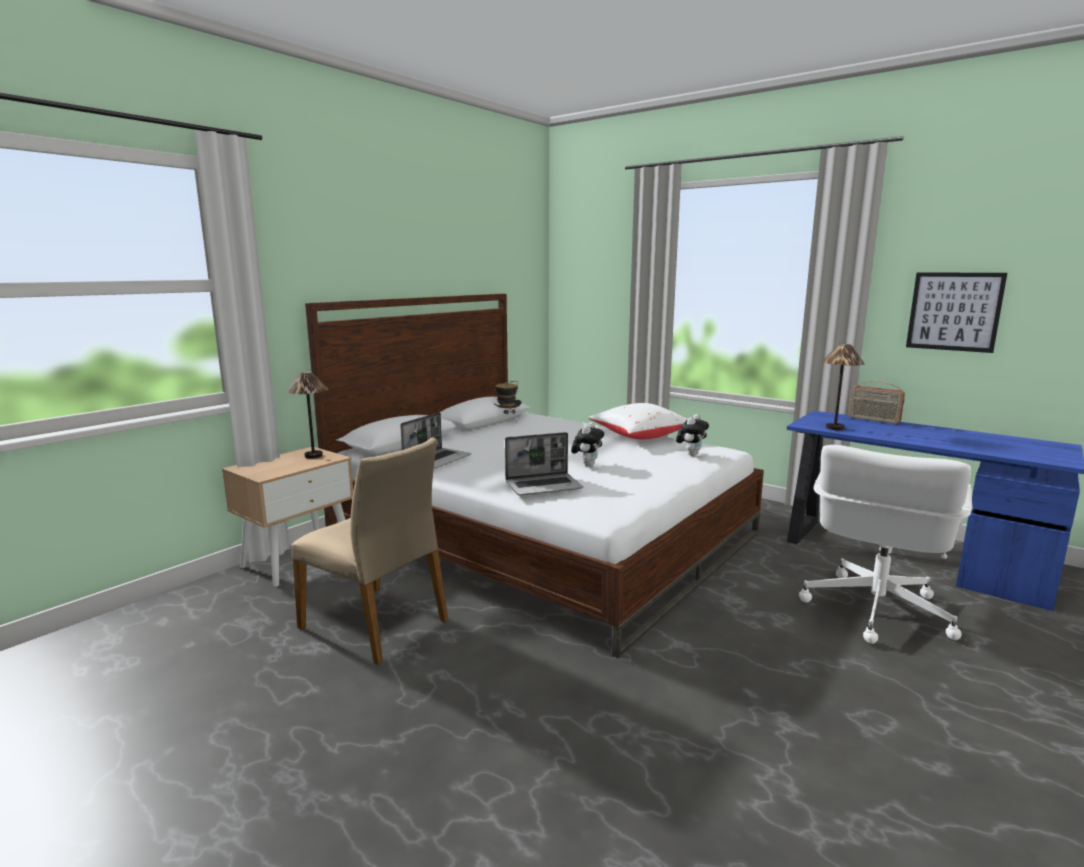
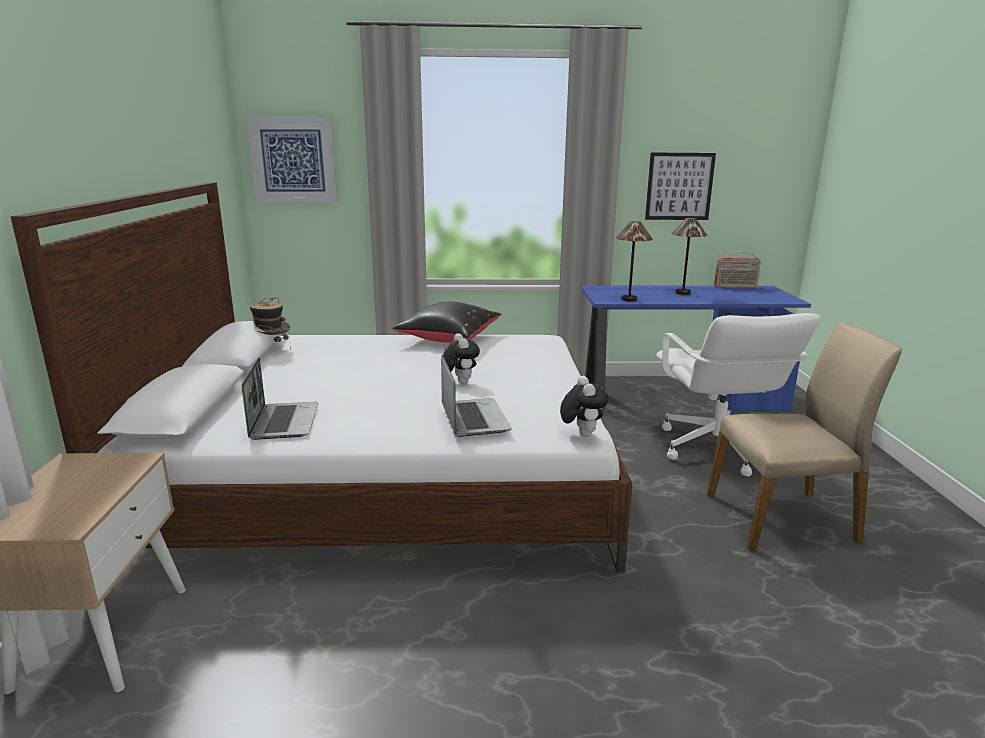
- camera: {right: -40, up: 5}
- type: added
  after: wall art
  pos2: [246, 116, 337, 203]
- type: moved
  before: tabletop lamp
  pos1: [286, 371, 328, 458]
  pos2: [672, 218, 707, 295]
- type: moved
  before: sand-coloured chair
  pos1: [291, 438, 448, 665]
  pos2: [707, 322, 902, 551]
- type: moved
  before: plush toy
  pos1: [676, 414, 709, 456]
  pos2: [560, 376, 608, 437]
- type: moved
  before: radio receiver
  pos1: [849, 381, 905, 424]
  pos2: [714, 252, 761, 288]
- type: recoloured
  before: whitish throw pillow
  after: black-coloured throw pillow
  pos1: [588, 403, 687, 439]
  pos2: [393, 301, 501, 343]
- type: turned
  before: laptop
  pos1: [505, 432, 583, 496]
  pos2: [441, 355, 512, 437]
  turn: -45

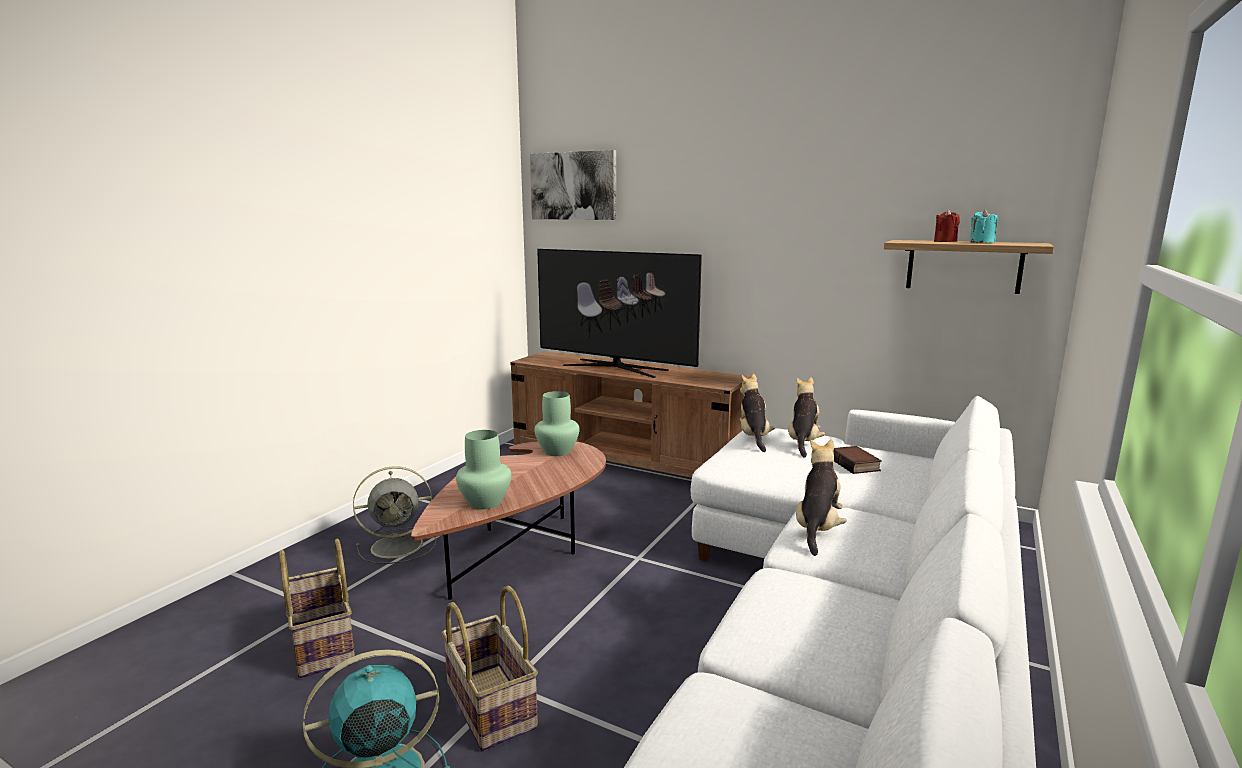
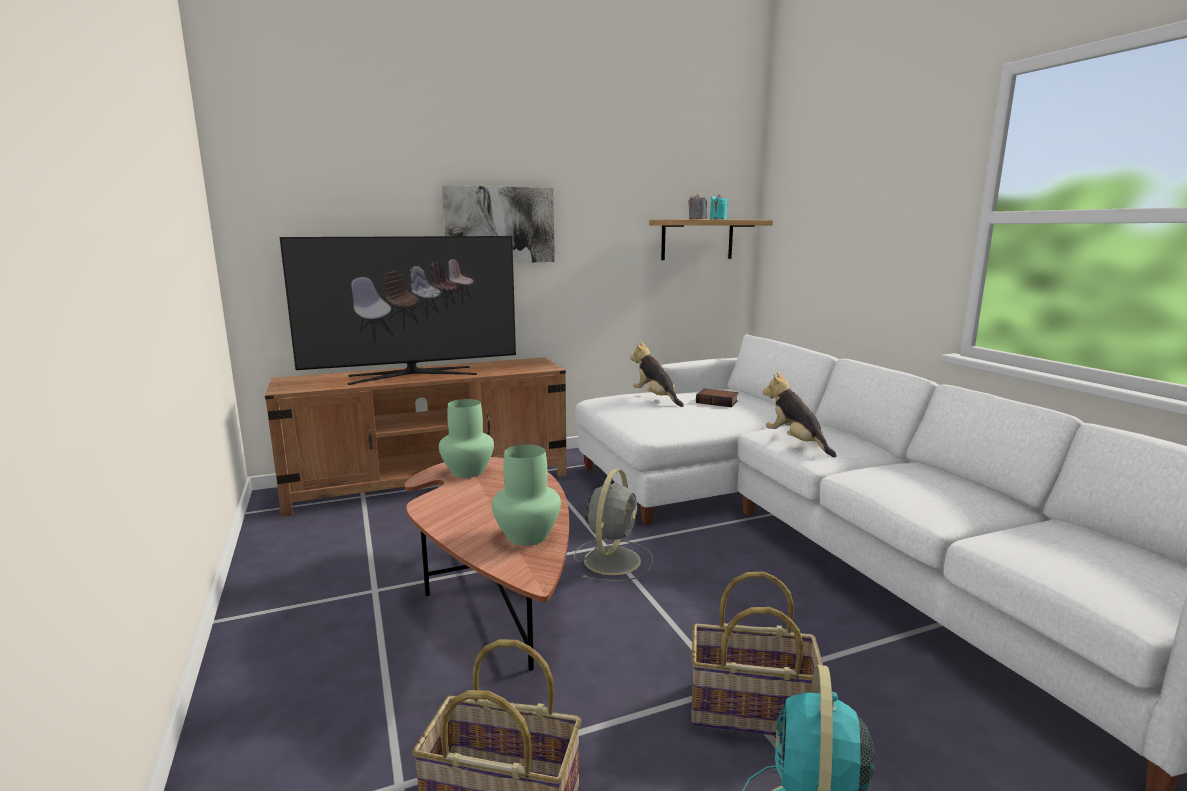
- camera: {right: -50, up: 0}
- type: removed
  before: plush toy
  pos1: [740, 374, 776, 452]
- type: moved
  before: grey cooling fan
  pos1: [353, 466, 436, 564]
  pos2: [574, 469, 653, 581]
- type: moved
  before: wall art
  pos1: [530, 150, 616, 220]
  pos2: [442, 185, 555, 263]
- type: recoloured
  before: red-coloured wax candle
  after: grey wax candle
  pos1: [934, 210, 960, 242]
  pos2: [688, 194, 707, 219]

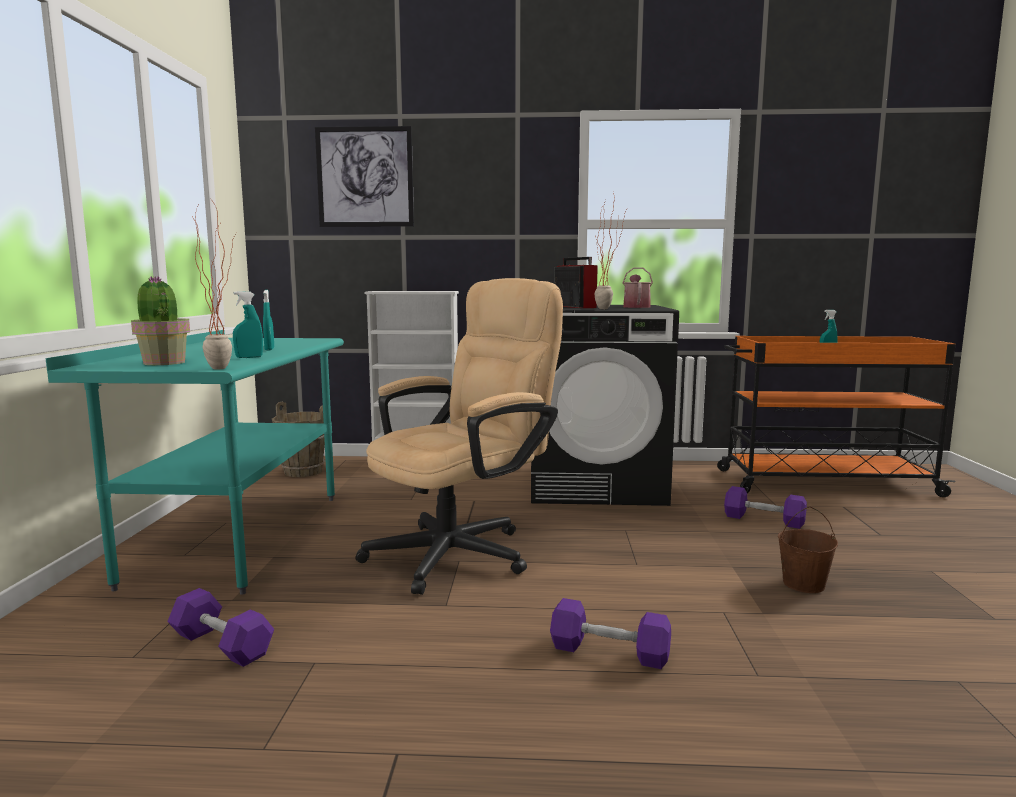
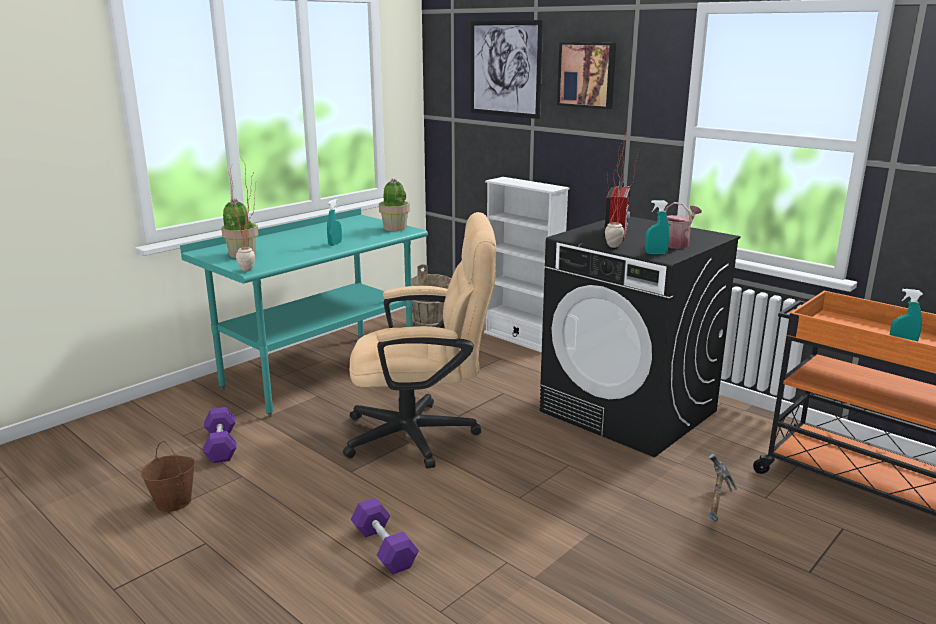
- camera: {right: 40, up: 10}
- type: added
  after: potted plant
  pos2: [379, 178, 410, 231]
- type: added
  after: wall art
  pos2: [557, 42, 616, 109]
- type: moved
  before: turquoise-coloured sprayer
  pos1: [233, 291, 263, 358]
  pos2: [645, 200, 670, 254]
- type: moved
  before: brown-coloured pail
  pos1: [778, 506, 838, 593]
  pos2: [141, 441, 195, 512]
- type: replaced
  before: purple free weight
  after: tool hammer
  pos1: [724, 486, 807, 529]
  pos2: [708, 454, 737, 522]

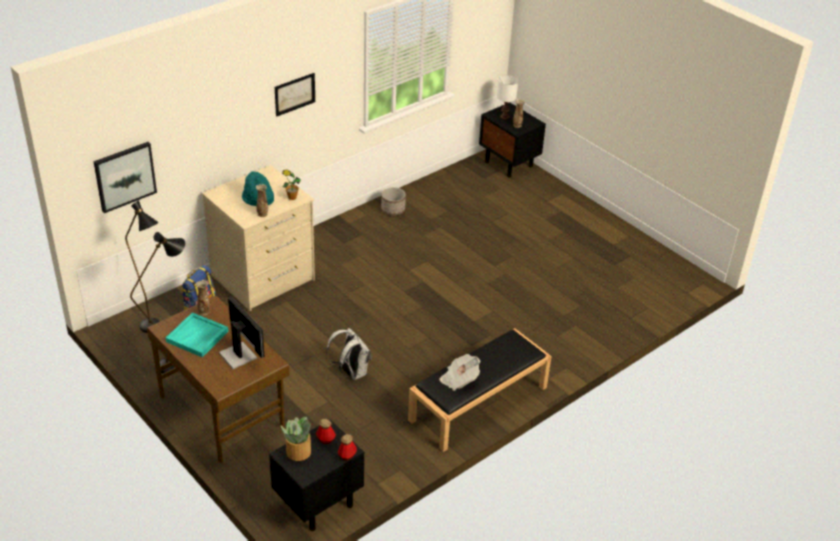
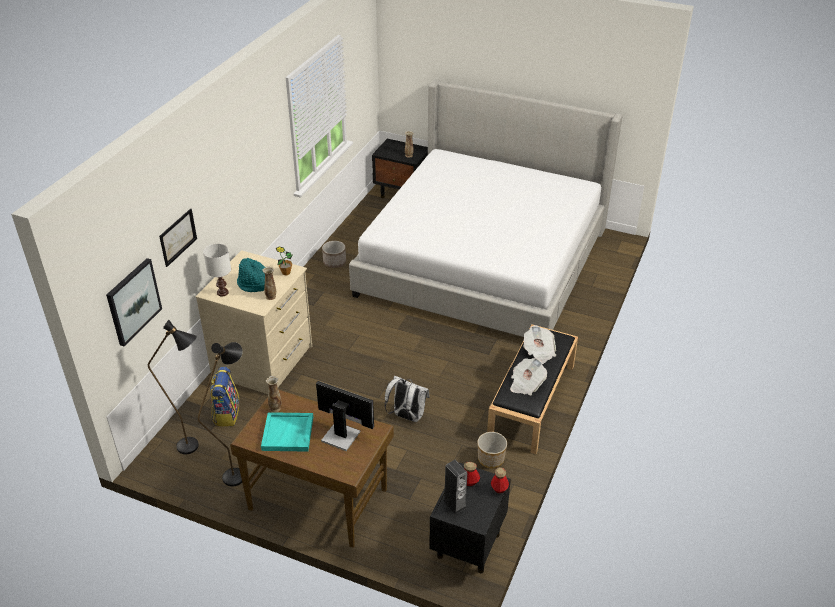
- camera: {right: -25, up: 0}
- type: added
  after: sleeping bed
  pos2: [349, 79, 623, 337]
- type: added
  after: plant pot
  pos2: [477, 432, 507, 469]
- type: added
  after: newspaper
  pos2: [524, 325, 556, 364]
- type: moved
  before: wall art
  pos1: [275, 73, 315, 116]
  pos2: [159, 209, 197, 267]
- type: moved
  before: whitish tabletop lamp
  pos1: [497, 75, 518, 120]
  pos2: [203, 244, 231, 296]
- type: replaced
  before: potted plant
  after: loudspeaker
  pos1: [280, 417, 311, 461]
  pos2: [443, 460, 467, 515]

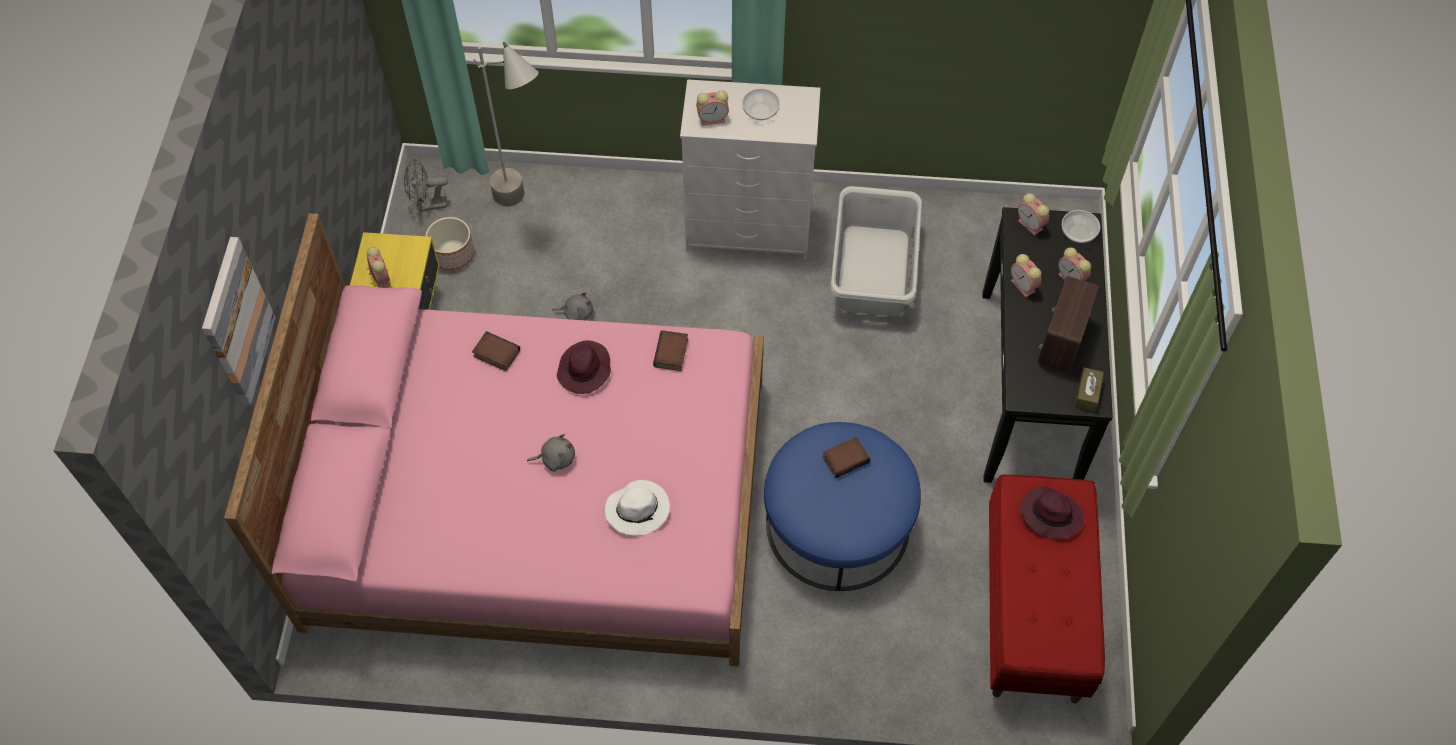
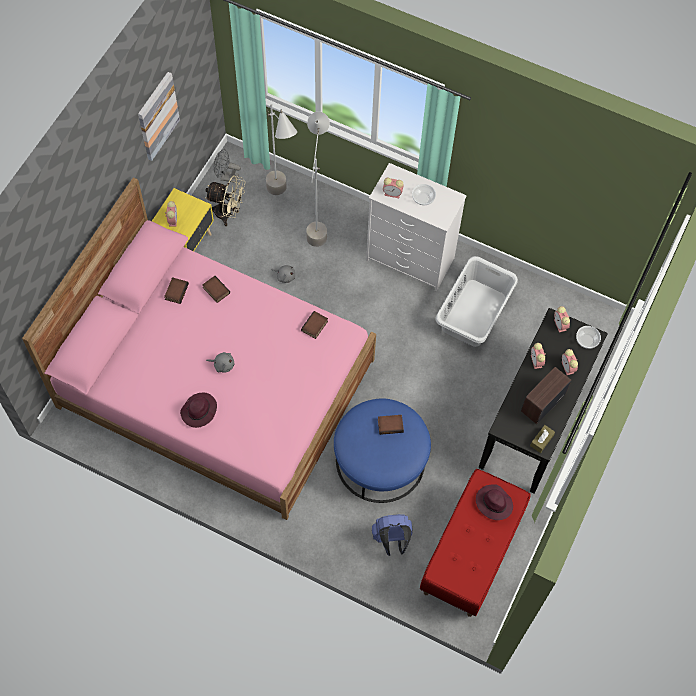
- camera: {right: 20, up: 5}
- type: removed
  before: whitish wearable hat
  pos1: [605, 480, 670, 536]
- type: added
  after: volume
  pos2: [164, 277, 189, 304]
- type: added
  after: grey floor lamp
  pos2: [306, 112, 330, 247]
- type: added
  after: blue knapsack
  pos2: [372, 514, 413, 556]
- type: moved
  before: wall art
  pos1: [202, 237, 276, 405]
  pos2: [138, 72, 180, 161]
- type: moved
  before: purple wearable hat
  pos1: [557, 341, 611, 394]
  pos2: [180, 393, 217, 428]
- type: replaced
  before: plant pot
  after: sand-coloured cooling fan
  pos1: [426, 217, 474, 271]
  pos2: [205, 175, 245, 226]

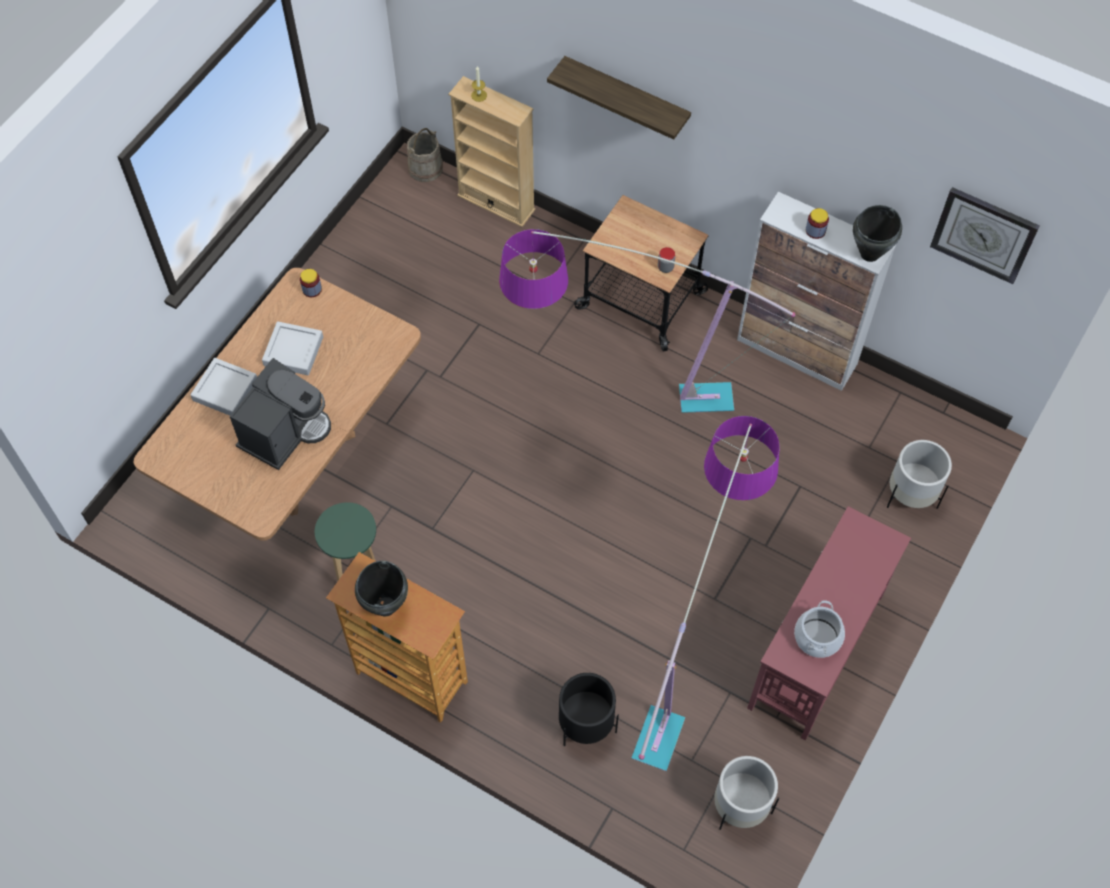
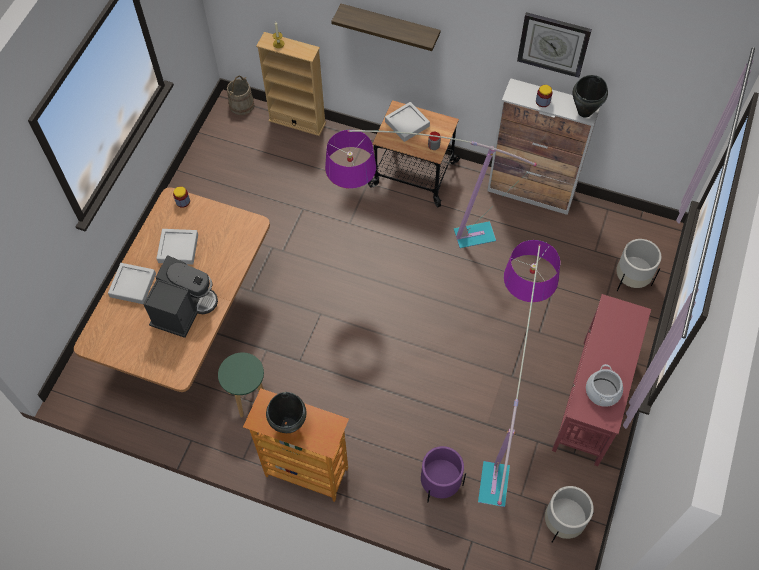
- camera: {right: -10, up: 0}
- type: added
  after: grey tray
  pos2: [385, 102, 430, 142]
- type: moved
  before: wall clock
  pos1: [930, 187, 1040, 284]
  pos2: [517, 12, 592, 78]
- type: recoloured
  before: black-coloured plant pot
  after: purple plant pot
  pos1: [559, 673, 619, 746]
  pos2: [421, 446, 466, 502]

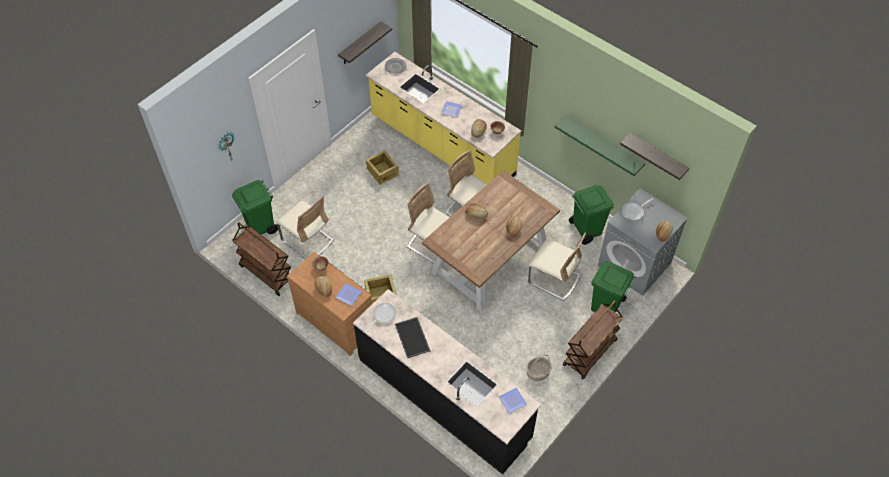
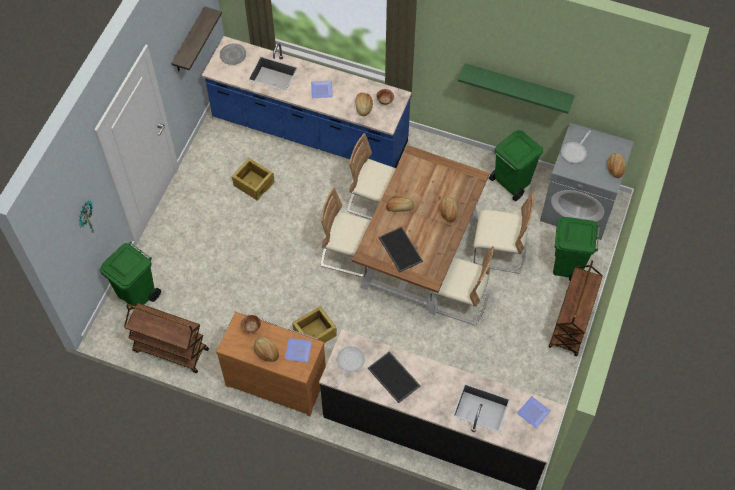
- camera: {right: -20, up: 5}
- type: removed
  before: basket
  pos1: [527, 355, 552, 381]
- type: removed
  before: wall shelf
  pos1: [620, 133, 689, 180]
- type: added
  after: tray
  pos2: [379, 227, 423, 272]
- type: moved
  before: sand-coloured chair
  pos1: [276, 196, 334, 260]
  pos2: [430, 246, 494, 326]
- type: recoloured
  before: yellowish kitchen base unit
  after: blue kitchen base unit
  pos1: [366, 52, 521, 184]
  pos2: [202, 36, 412, 168]

